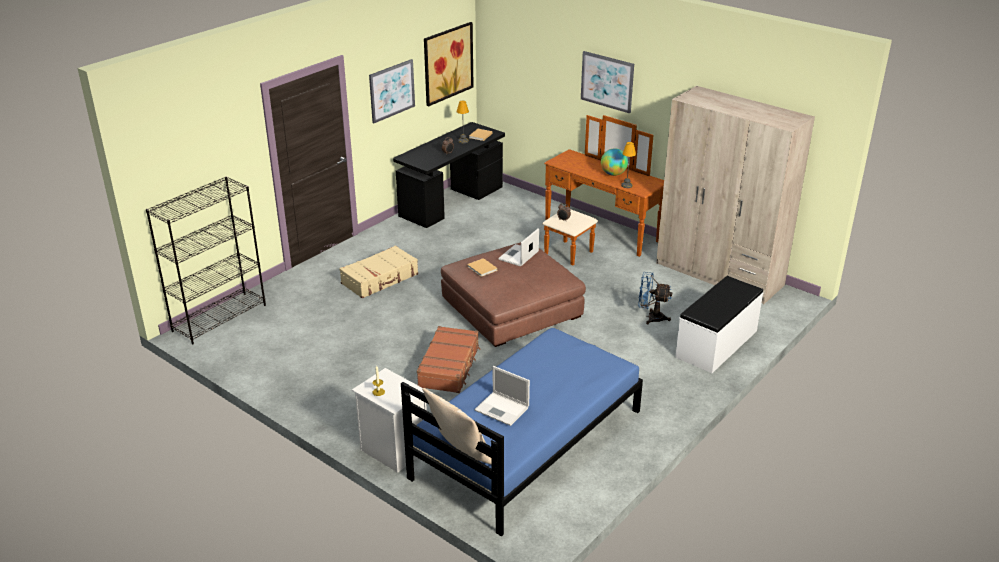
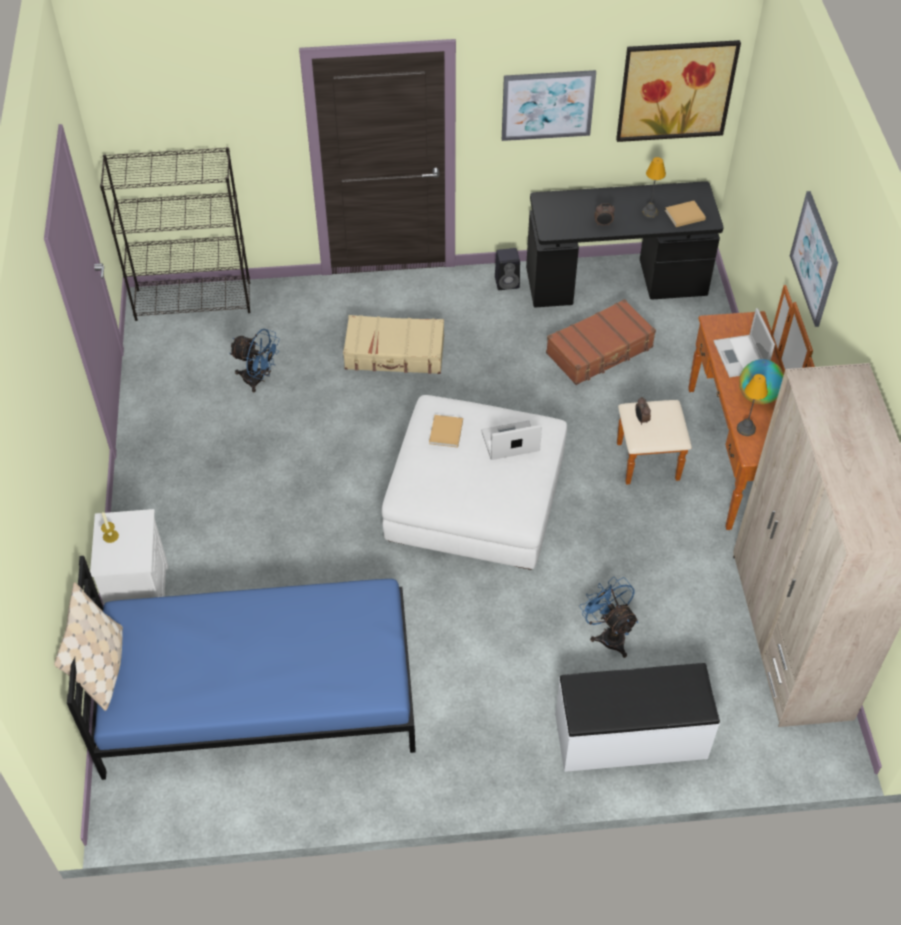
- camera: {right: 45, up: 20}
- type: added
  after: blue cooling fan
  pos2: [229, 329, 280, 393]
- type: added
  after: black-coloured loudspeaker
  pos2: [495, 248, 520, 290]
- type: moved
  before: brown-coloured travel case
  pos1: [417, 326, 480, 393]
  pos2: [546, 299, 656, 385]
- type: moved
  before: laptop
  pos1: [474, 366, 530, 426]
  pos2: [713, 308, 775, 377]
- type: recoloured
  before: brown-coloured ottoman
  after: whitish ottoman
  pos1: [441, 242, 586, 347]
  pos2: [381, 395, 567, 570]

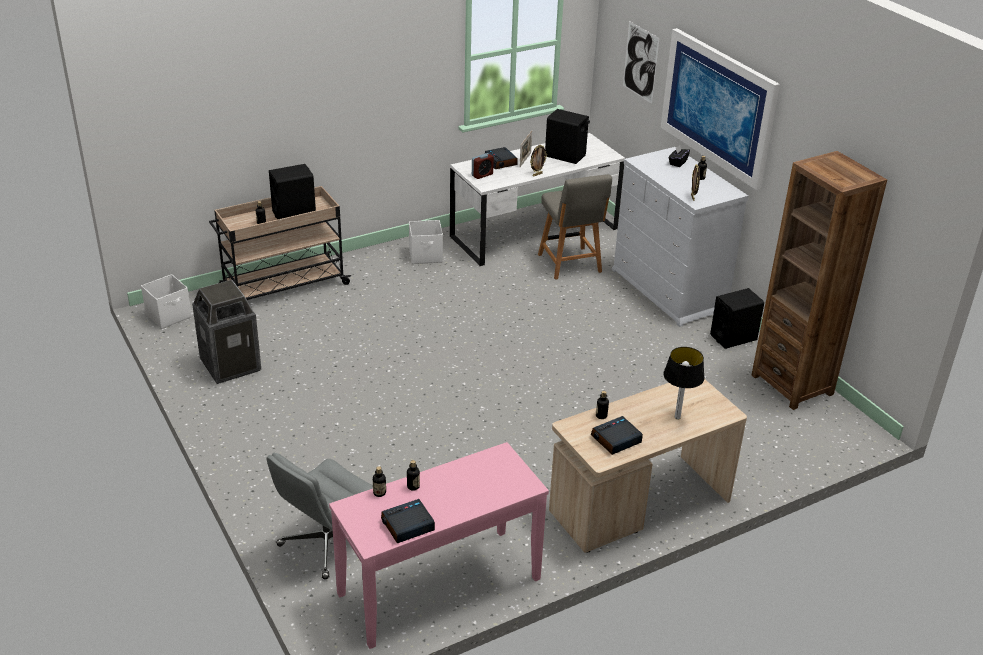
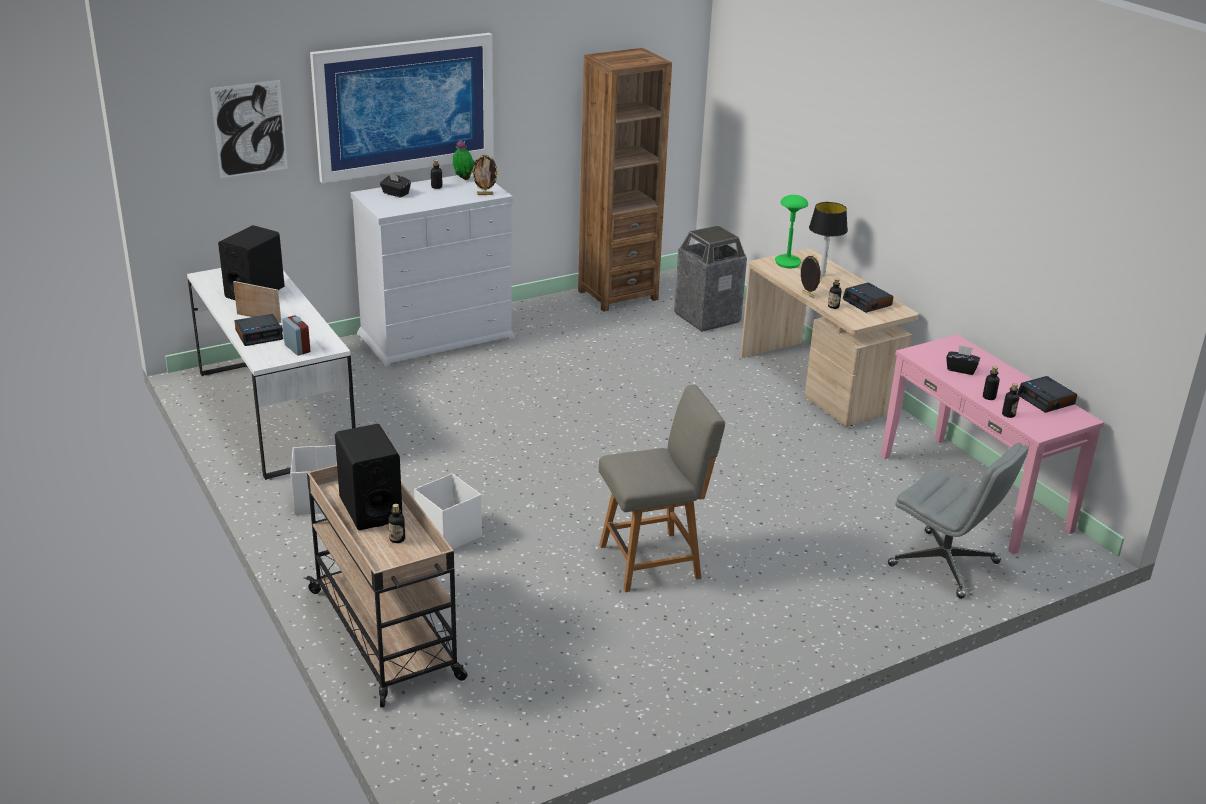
- camera: {right: -90, up: -5}
- type: removed
  before: black-coloured loudspeaker
  pos1: [710, 288, 764, 349]
- type: added
  after: potted plant
  pos2: [453, 140, 475, 180]
- type: added
  after: green tabletop lamp
  pos2: [775, 195, 808, 269]
- type: added
  after: black-coloured tissue holder
  pos2: [946, 345, 980, 375]
- type: moved
  before: whitish storage container
  pos1: [141, 274, 192, 329]
  pos2: [414, 473, 482, 550]
- type: moved
  before: waste bin
  pos1: [192, 280, 261, 384]
  pos2: [674, 225, 747, 332]
- type: moved
  before: standing frame
  pos1: [530, 145, 547, 177]
  pos2: [801, 254, 823, 299]
- type: moved
  before: grey chair
  pos1: [538, 174, 612, 280]
  pos2: [599, 385, 725, 592]

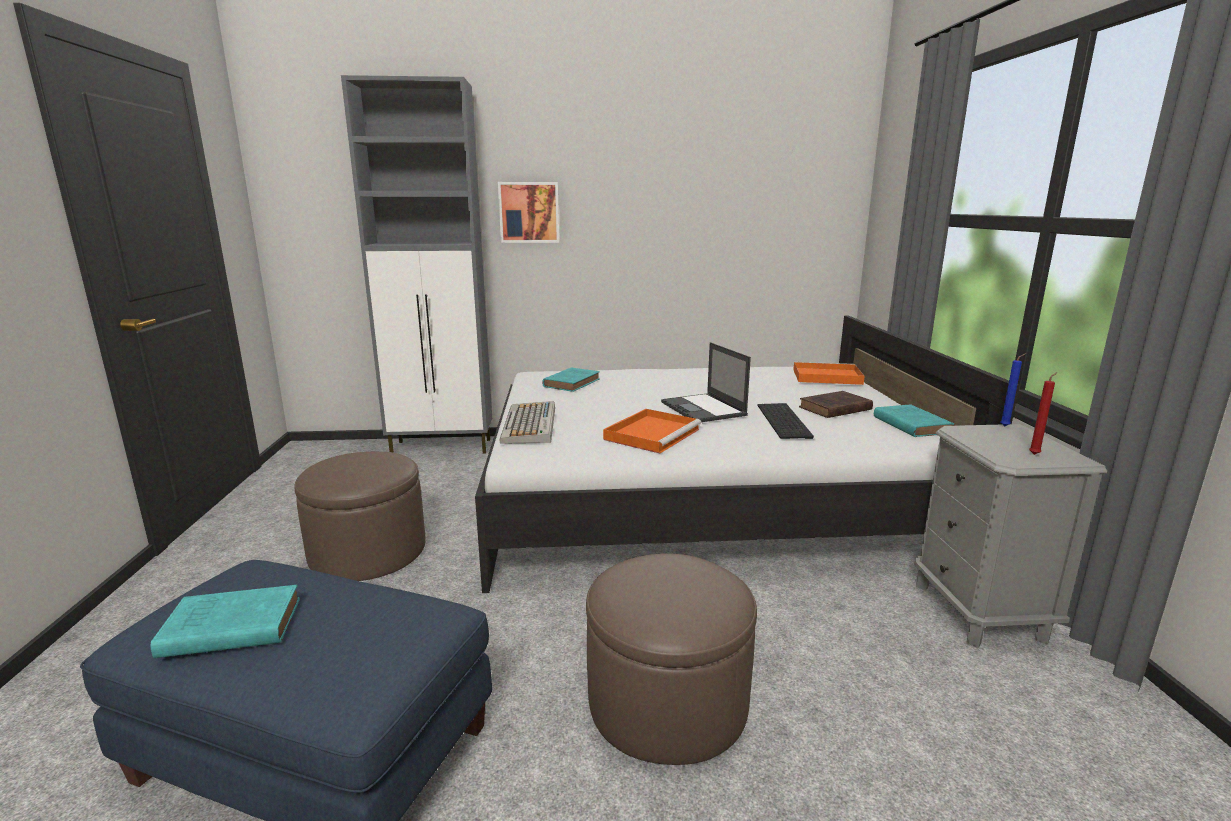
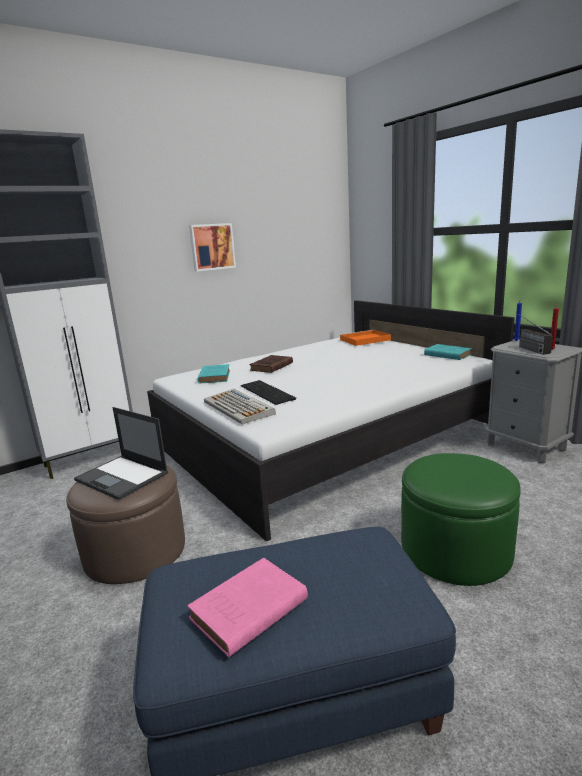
- camera: {right: -30, up: 0}
- type: removed
  before: orange tray
  pos1: [603, 409, 701, 453]
- type: added
  after: radio receiver
  pos2: [516, 312, 553, 355]
- type: moved
  before: wall art
  pos1: [498, 182, 559, 243]
  pos2: [189, 223, 236, 272]
- type: moved
  before: laptop
  pos1: [661, 342, 751, 422]
  pos2: [74, 407, 168, 500]
- type: moved
  before: computer keyboard
  pos1: [758, 403, 814, 439]
  pos2: [241, 380, 296, 405]
- type: moved
  before: brown-coloured volume
  pos1: [799, 391, 873, 418]
  pos2: [249, 355, 293, 373]
- type: recoloured
  before: turquoise-coloured volume
  after: pink-coloured volume
  pos1: [151, 585, 300, 658]
  pos2: [187, 558, 308, 658]
- type: recoloured
  before: brown-coloured ottoman
  after: green ottoman
  pos1: [586, 553, 757, 765]
  pos2: [401, 453, 521, 586]

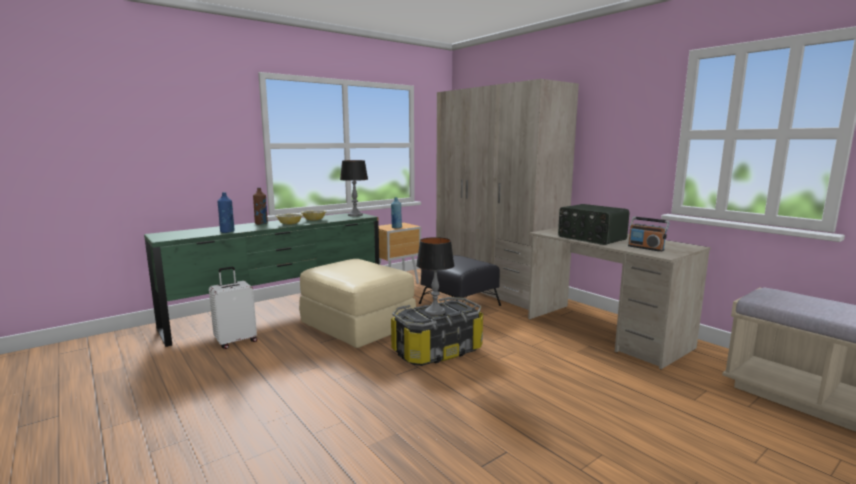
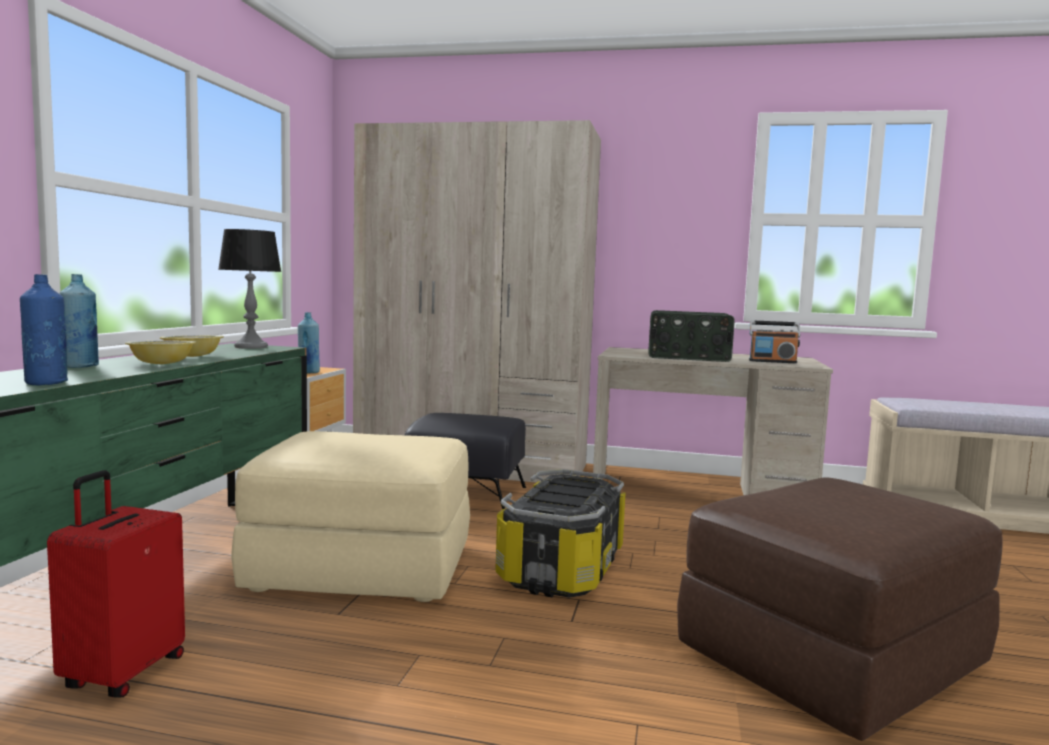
- camera: {right: -40, up: -5}
- type: removed
  before: tabletop lamp
  pos1: [416, 237, 455, 316]
- type: added
  after: brown-coloured ottoman
  pos2: [677, 478, 1003, 741]
- type: recoloured
  before: whitish travel case
  after: red-coloured travel case
  pos1: [209, 267, 257, 349]
  pos2: [47, 470, 185, 698]
- type: recoloured
  before: brown-coloured beverage bottle
  after: blue beverage bottle
  pos1: [253, 188, 268, 225]
  pos2: [59, 274, 99, 368]

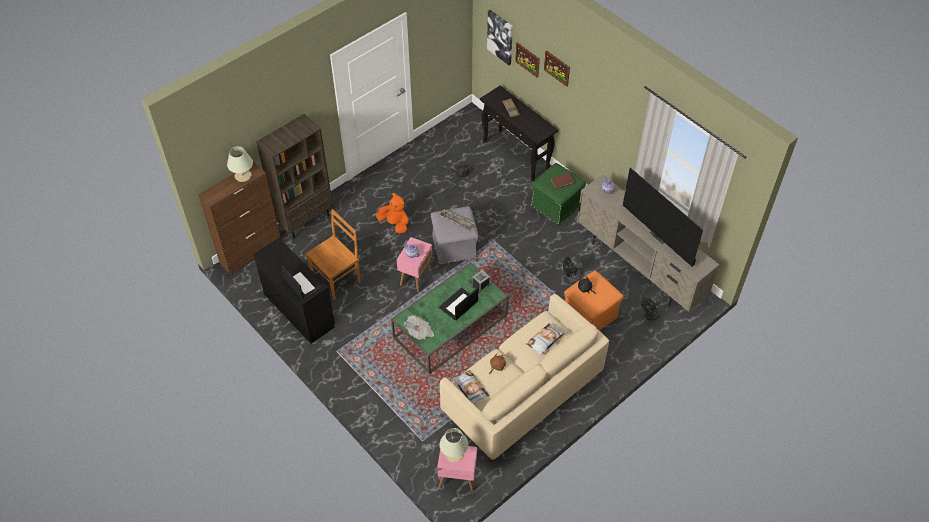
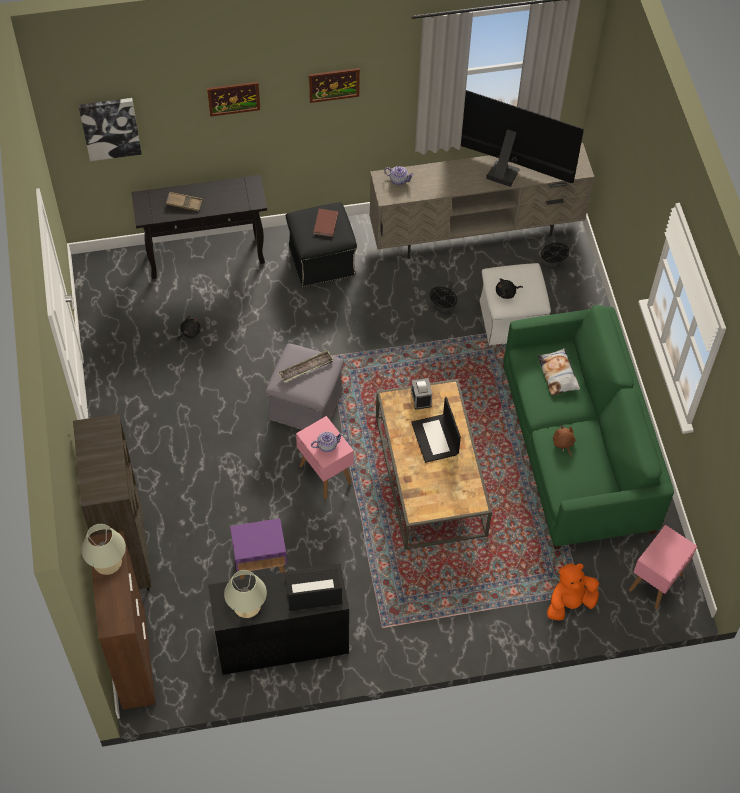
- camera: {right: -60, up: 5}
- type: removed
  before: newspaper
  pos1: [404, 315, 434, 340]
- type: removed
  before: throw pillow
  pos1: [452, 370, 489, 404]
- type: moved
  before: orange plush toy
  pos1: [376, 193, 409, 233]
  pos2: [547, 563, 599, 621]
- type: moved
  before: sand-coloured tabletop lamp
  pos1: [440, 428, 468, 462]
  pos2: [224, 570, 267, 618]
- type: moved
  before: wall art
  pos1: [515, 42, 540, 78]
  pos2: [309, 68, 360, 103]
- type: replaced
  before: brown-coloured chair
  after: purple end table
  pos1: [305, 209, 361, 300]
  pos2: [230, 518, 287, 579]
- type: recoloured
  before: green coffee table
  after: brown-coloured coffee table
  pos1: [391, 262, 508, 374]
  pos2: [376, 379, 492, 550]
- type: recoloured
  before: sand-coloured settee
  after: green settee
  pos1: [440, 294, 609, 462]
  pos2: [504, 305, 674, 549]
- type: recoloured
  before: green ottoman
  after: black-coloured ottoman
  pos1: [531, 163, 586, 225]
  pos2: [286, 202, 357, 287]
- type: recoloured
  before: orange ottoman
  after: whitish ottoman
  pos1: [564, 270, 624, 331]
  pos2: [479, 263, 551, 346]
- type: turned
  before: TV
  pos1: [623, 168, 703, 267]
  pos2: [461, 90, 584, 187]
  turn: -150

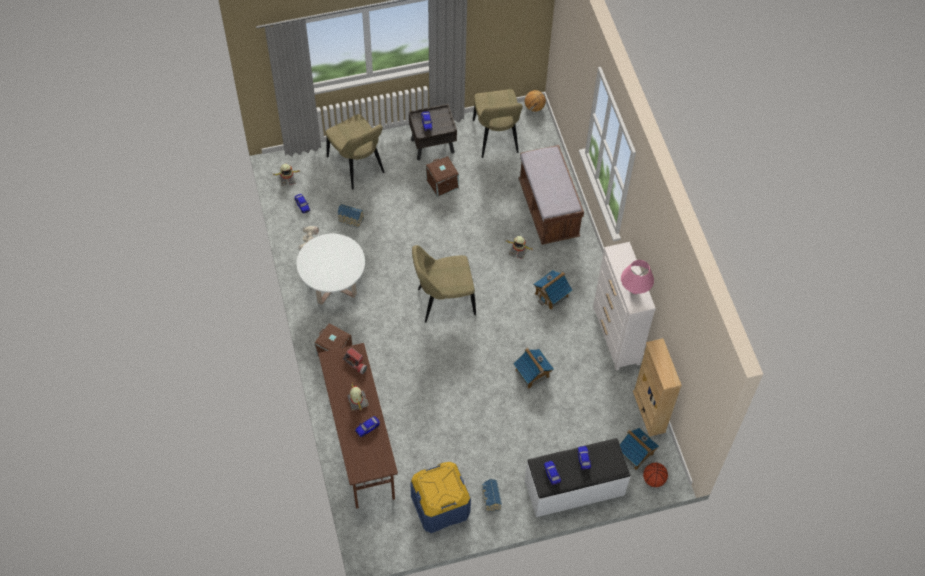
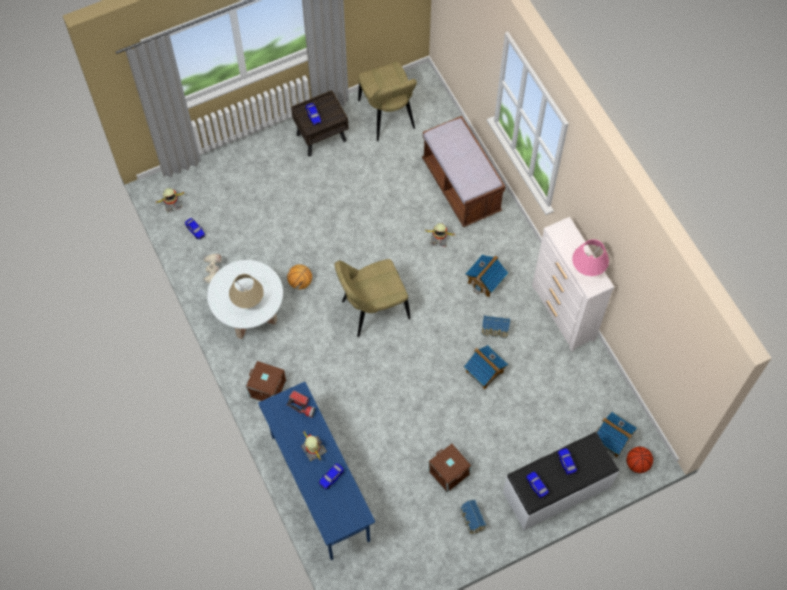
- camera: {right: -10, up: 5}
- type: removed
  before: sand-coloured chair
  pos1: [325, 114, 384, 190]
- type: removed
  before: blue storage container
  pos1: [410, 462, 471, 533]
- type: removed
  before: sand-coloured bookshelf
  pos1: [633, 338, 682, 437]
- type: added
  after: sand-coloured tabletop lamp
  pos2: [229, 274, 264, 308]
- type: moved
  before: toy house
  pos1: [338, 204, 364, 228]
  pos2: [481, 315, 510, 338]
- type: moved
  before: brown-coloured storage container
  pos1: [426, 156, 459, 197]
  pos2: [428, 444, 471, 493]
- type: moved
  before: ball for basketball
  pos1: [525, 90, 546, 112]
  pos2: [287, 264, 312, 290]
- type: recoloured
  before: brown-coloured desk table
  after: blue desk table
  pos1: [318, 343, 398, 509]
  pos2: [258, 382, 375, 560]

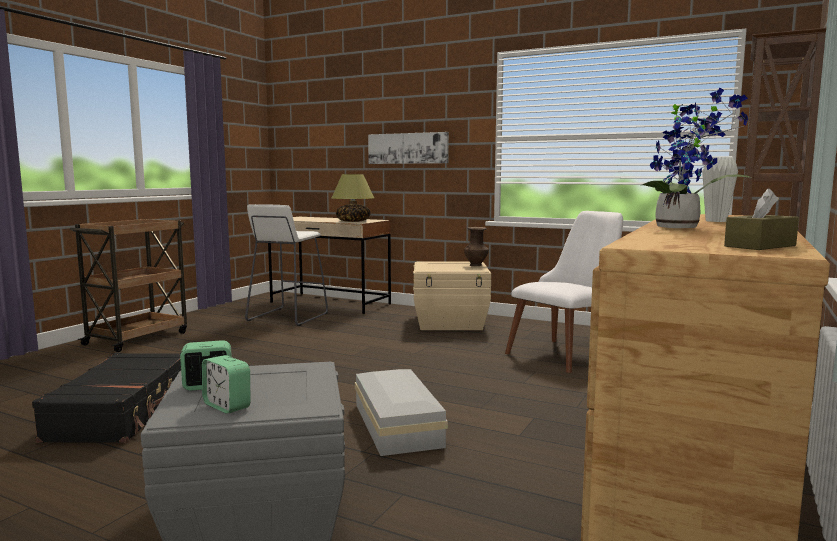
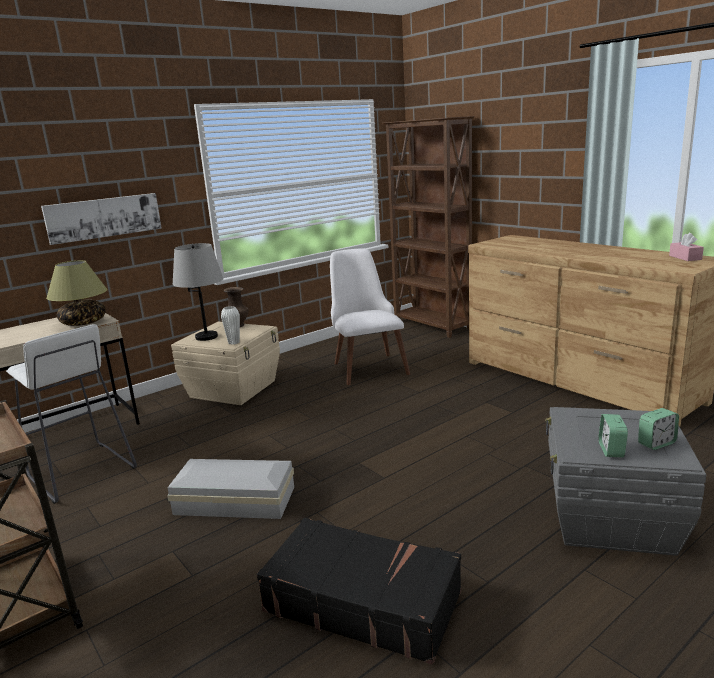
- camera: {right: -65, up: 10}
- type: removed
  before: potted plant
  pos1: [642, 88, 751, 228]
- type: added
  after: grey tabletop lamp
  pos2: [173, 243, 224, 341]
- type: moved
  before: whitish storage container
  pos1: [355, 369, 448, 456]
  pos2: [167, 459, 294, 519]
- type: moved
  before: whitish decorative vase
  pos1: [702, 157, 738, 222]
  pos2: [221, 306, 240, 345]
- type: recoloured
  before: brown-coloured tissue holder
  after: pink-coloured tissue holder
  pos1: [724, 188, 799, 250]
  pos2: [669, 232, 704, 261]

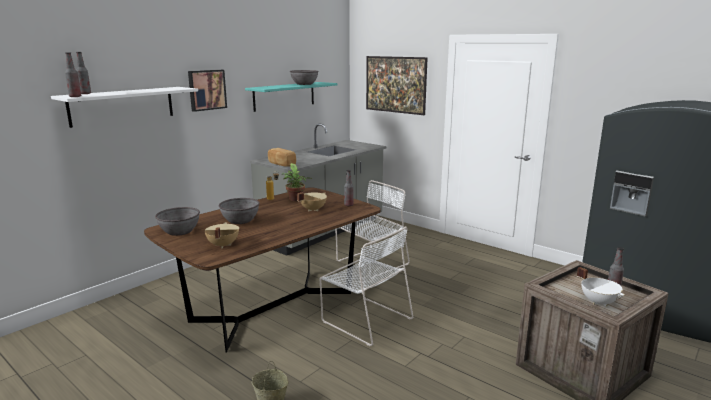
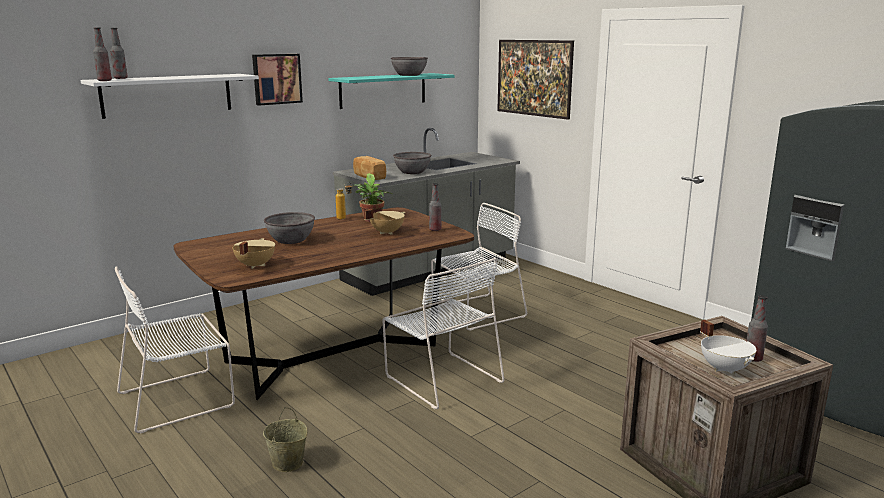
- camera: {right: 10, up: 0}
- type: added
  after: whitish chair
  pos2: [115, 266, 235, 433]
- type: moved
  before: grey bowl
  pos1: [155, 207, 200, 236]
  pos2: [393, 152, 431, 174]

